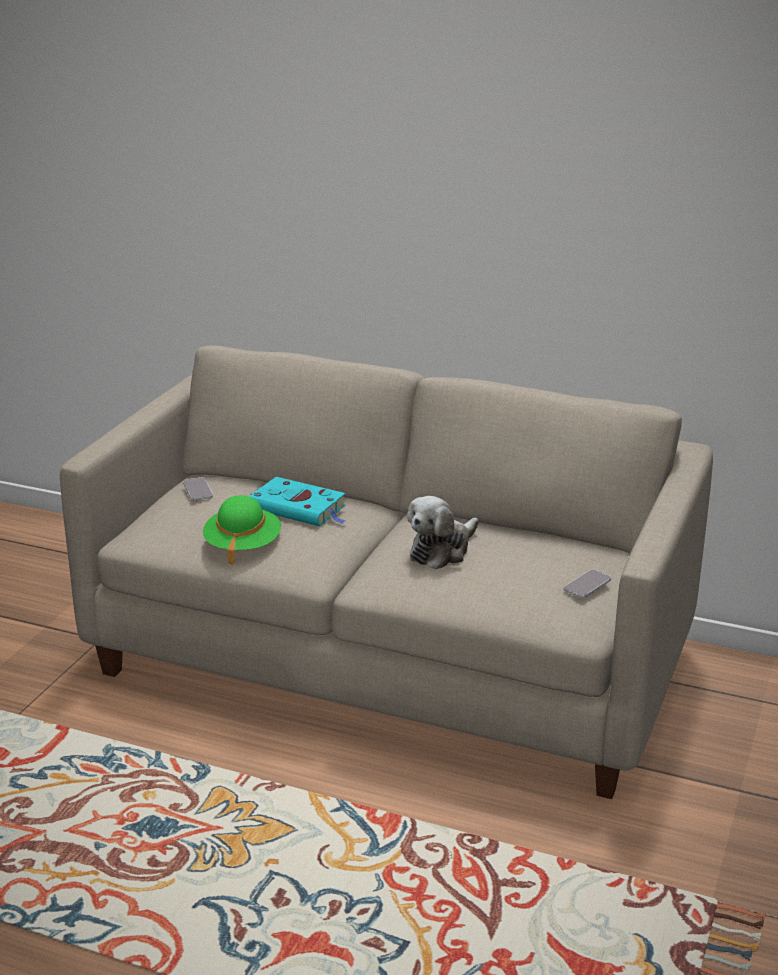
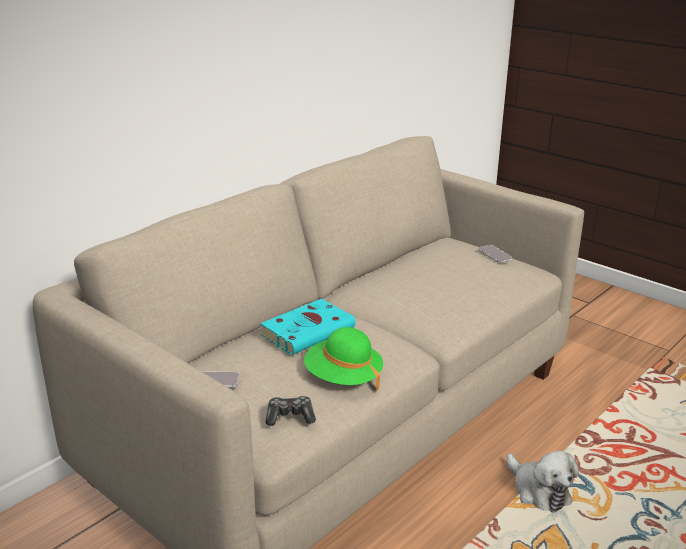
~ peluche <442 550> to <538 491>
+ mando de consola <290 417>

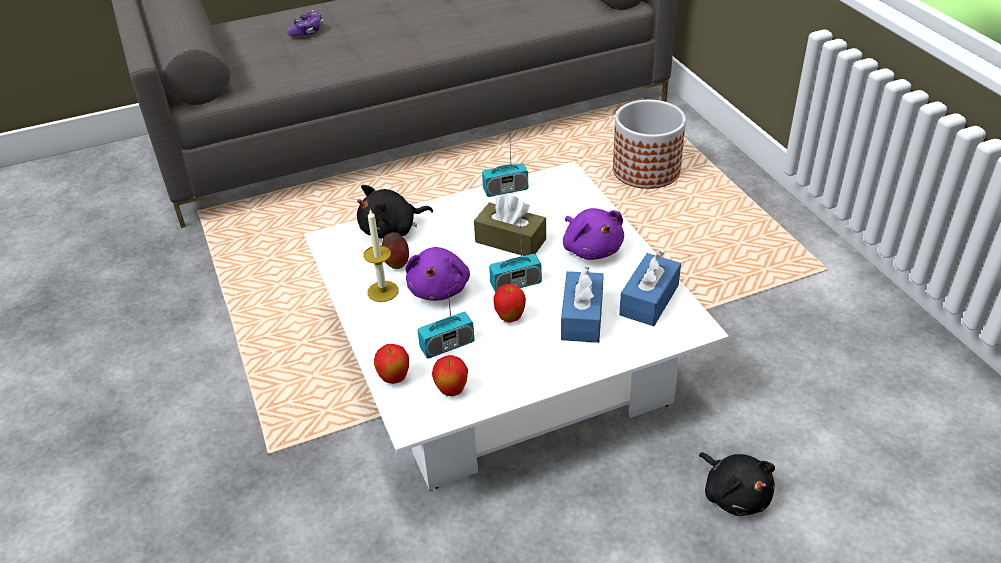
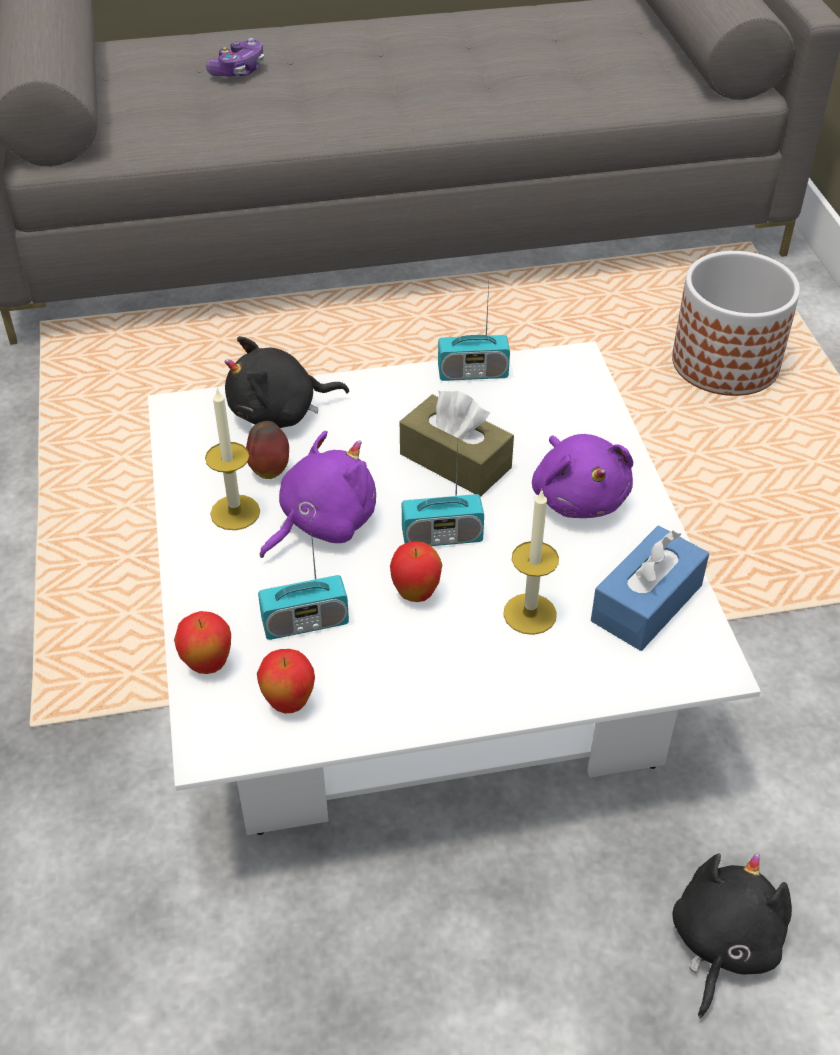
~ peluche [morado] <439 288> = <322 523> 150 degrees counterclockwise
~ caja de pañuelos [azul] <582 317> to vela <530 614>
~ peluche [negro] <734 494> = <722 944> 135 degrees counterclockwise

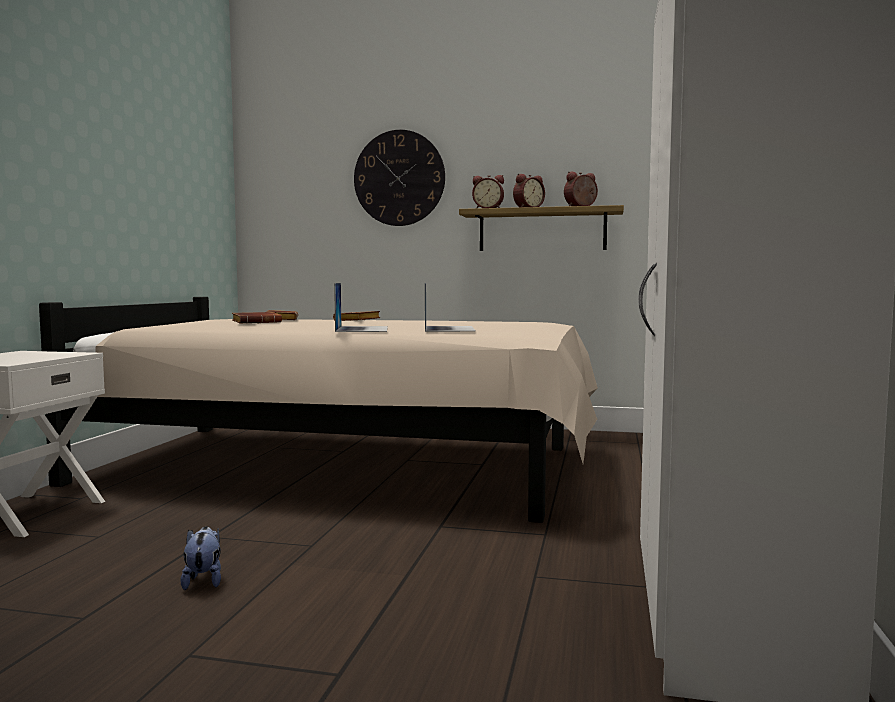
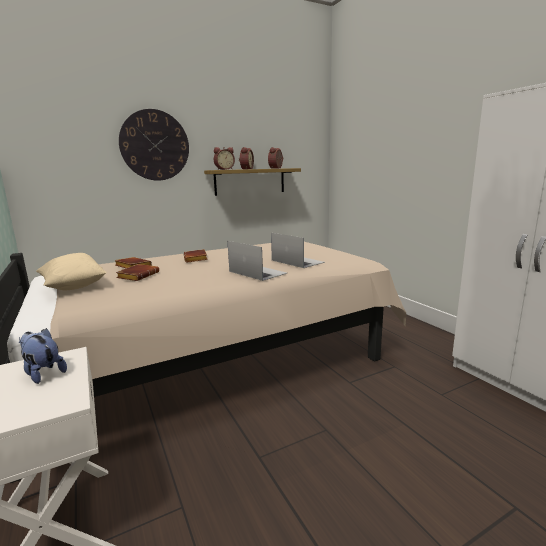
~ peluche <203 580> to <43 373>
+ cojín [beis] <74 286>

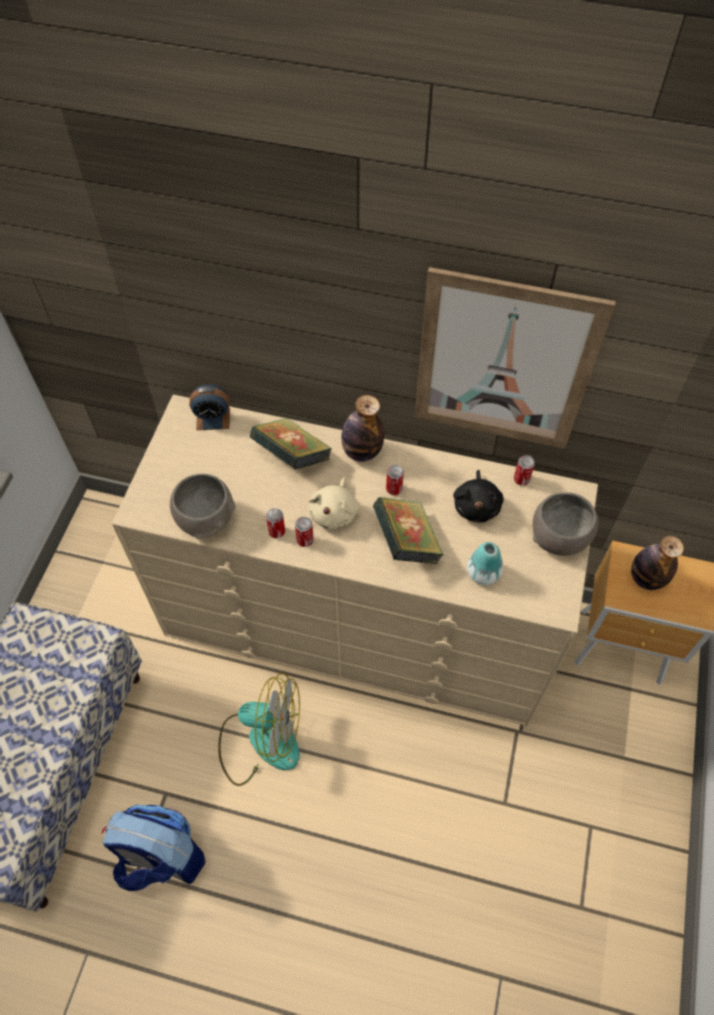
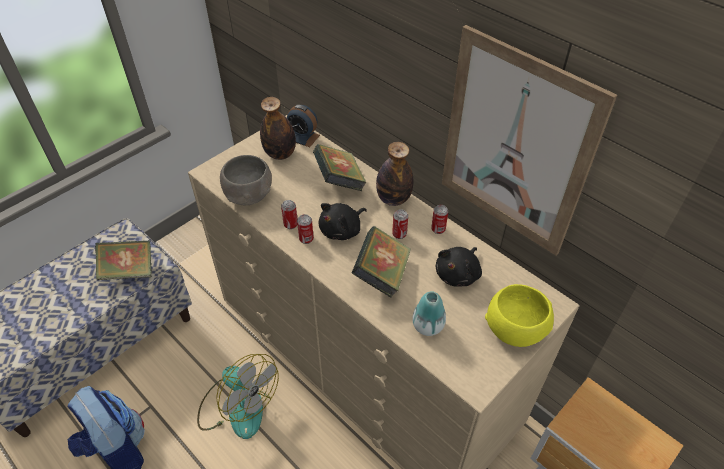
~ lata <521 479> to <438 229>
~ peluche [beis] <335 512> to peluche [negro] <342 230>
~ cuenco [gris] <559 536> to cuenco [amarillo] <515 329>
~ botella <646 578> to <280 154>
+ libro <129 271>

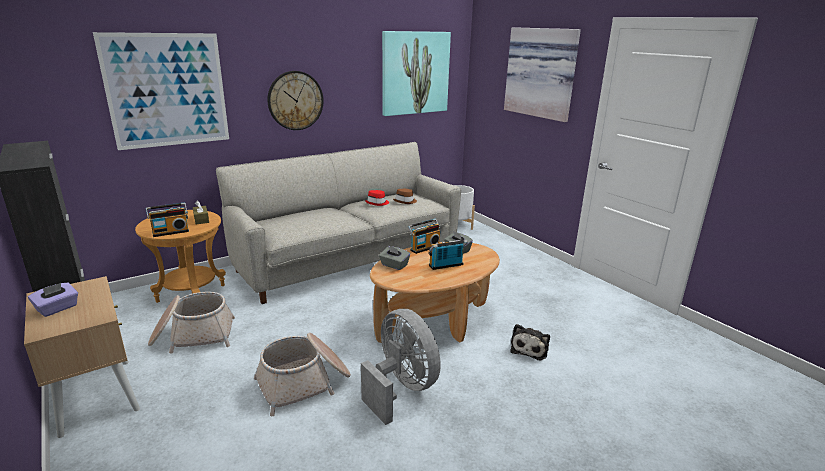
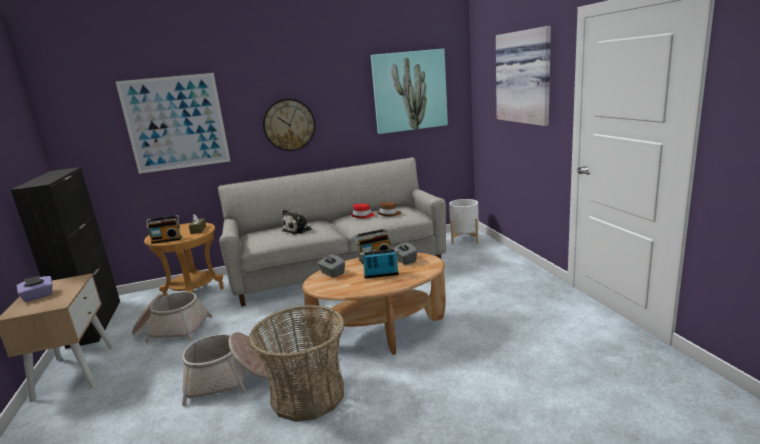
~ ventilador [gris] <401 388> to cesta <308 395>
~ peluche <530 349> to <298 230>

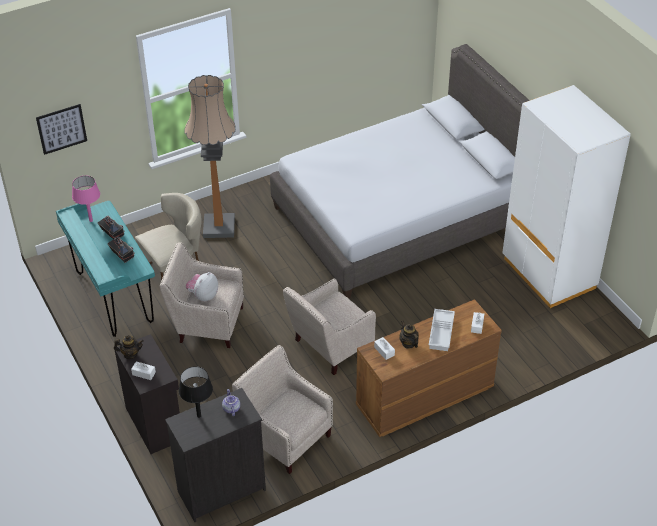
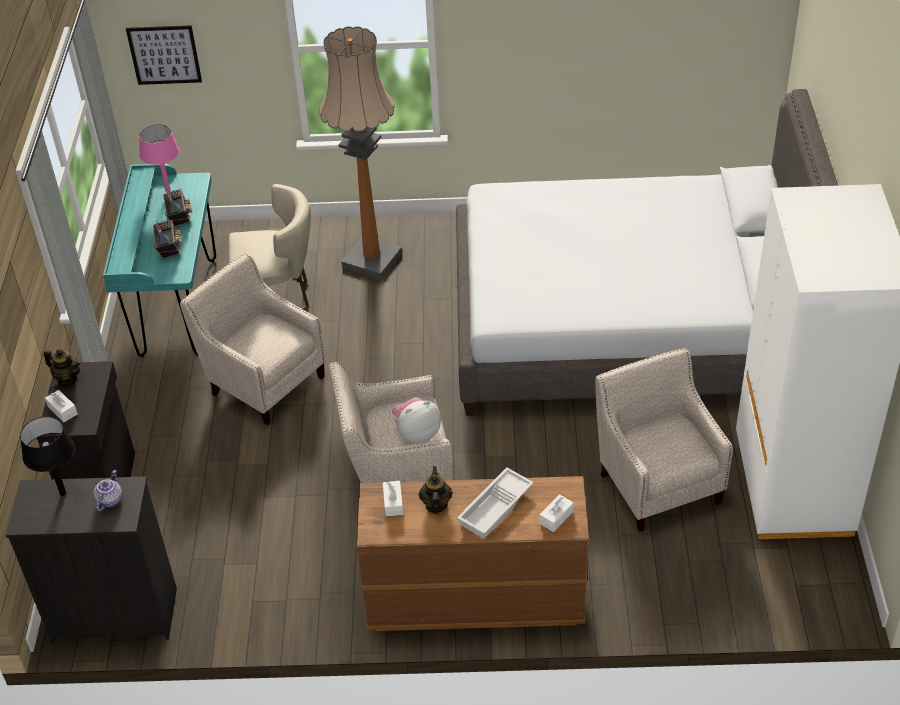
~ peluche <203 296> to <417 434>
~ sillón [beis] <285 436> to <658 481>

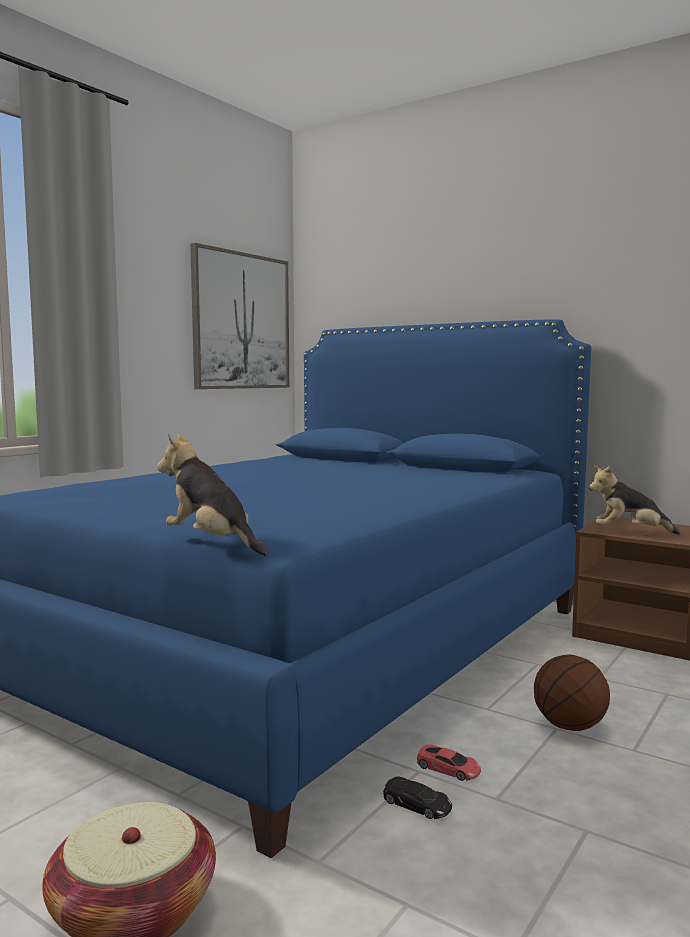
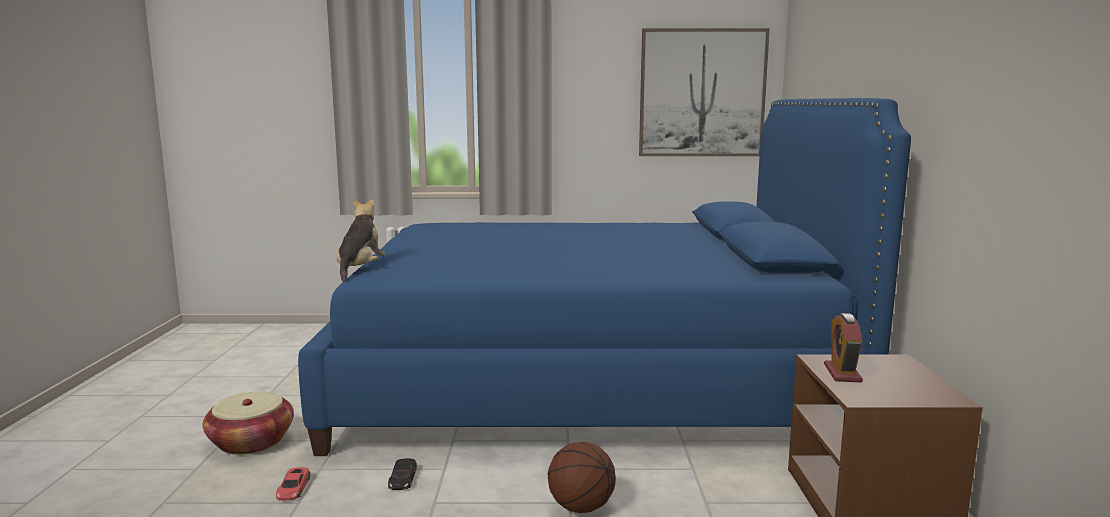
~ peluche <629 533> to despertador <842 373>
~ coche de juguete [rojo] <448 768> to <293 488>

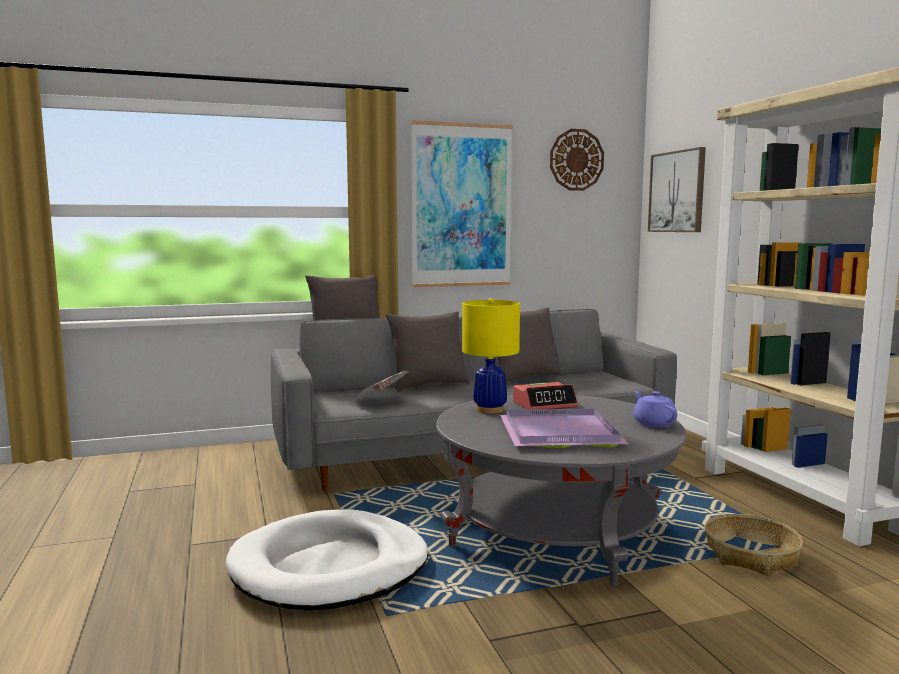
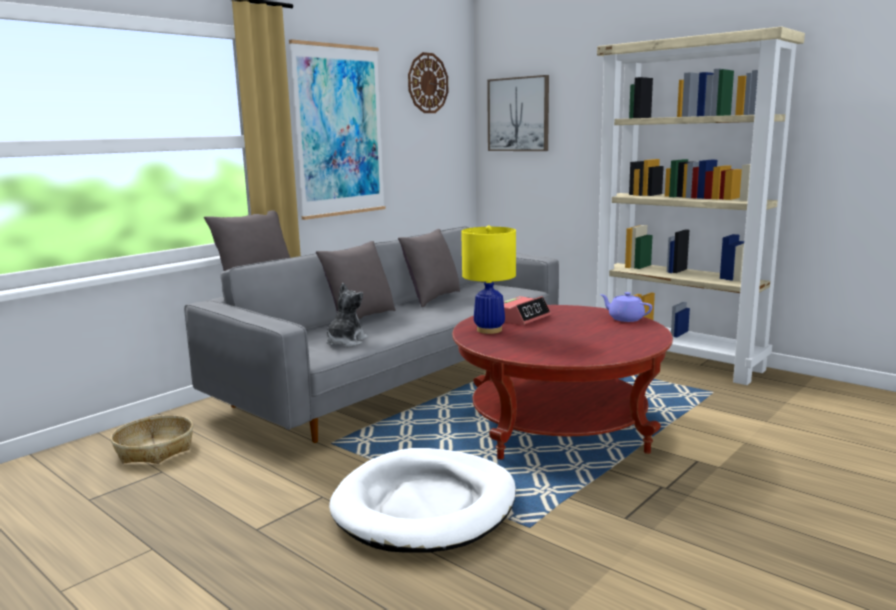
~ periódico <378 402> to peluche <345 342>
~ mesa de centro [gris] <555 531> to mesa de centro [rojo] <558 425>
- bandeja [morado] <562 434>
~ cesta <750 555> to <154 449>

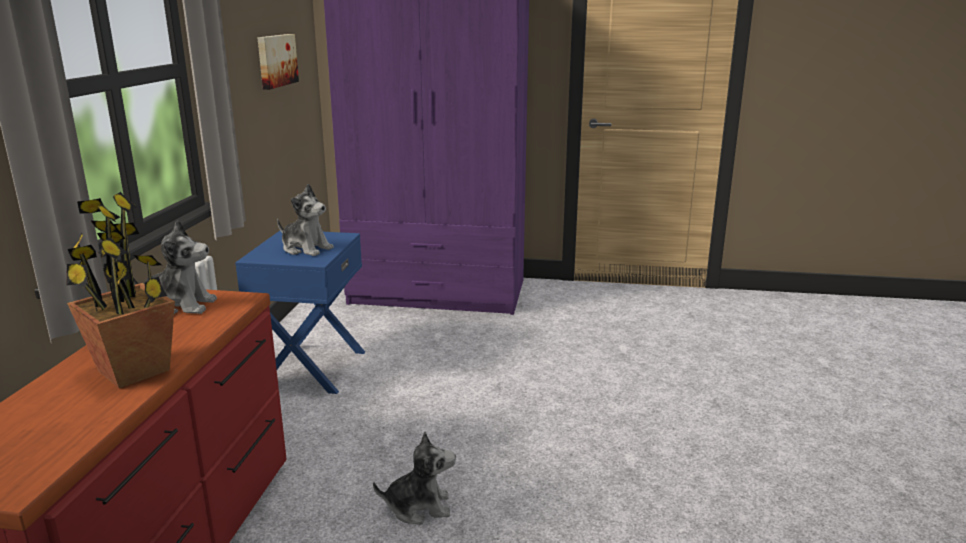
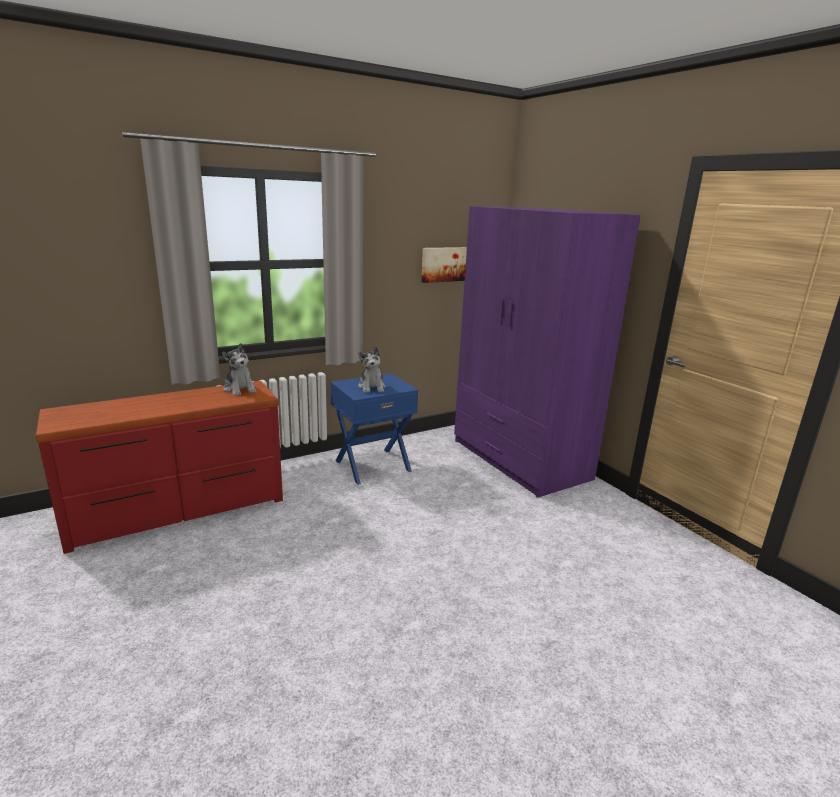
- planta en maceta <134 371>
- peluche <419 507>

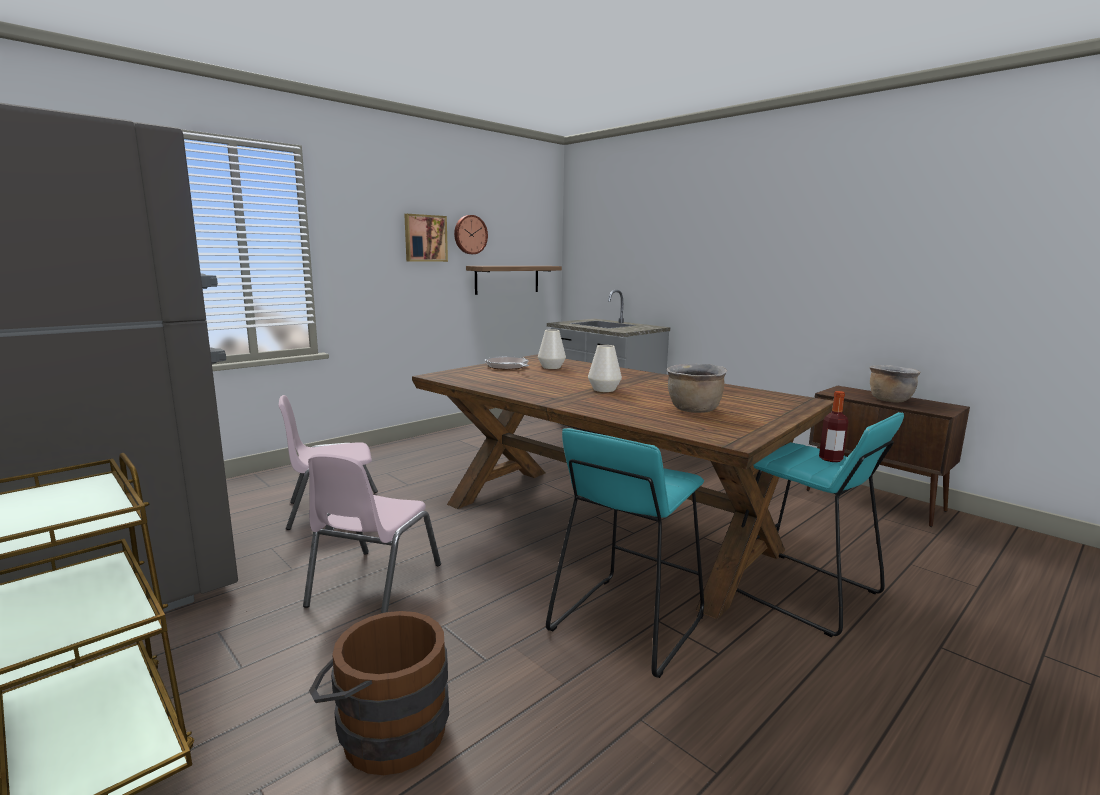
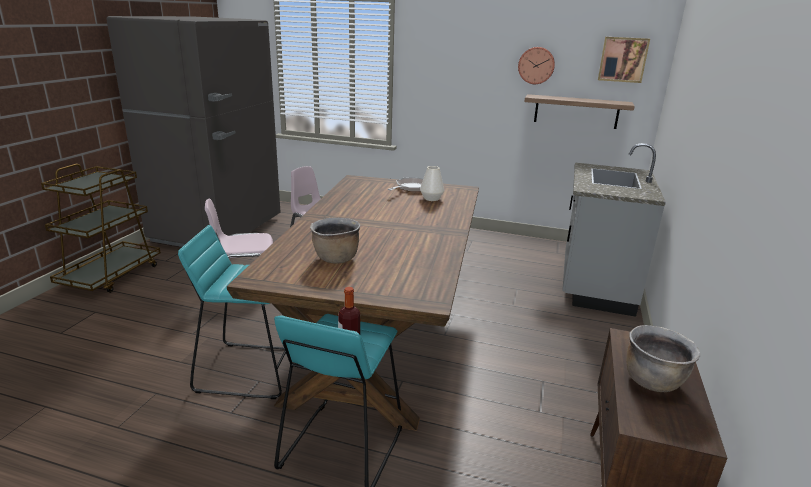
~ cuadro <425 238> to <623 59>
- florero [blanco] <604 389>
- cubo [marrón] <384 731>

